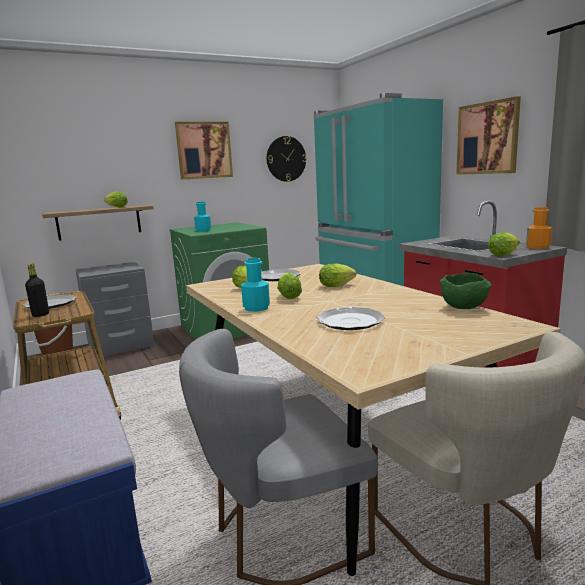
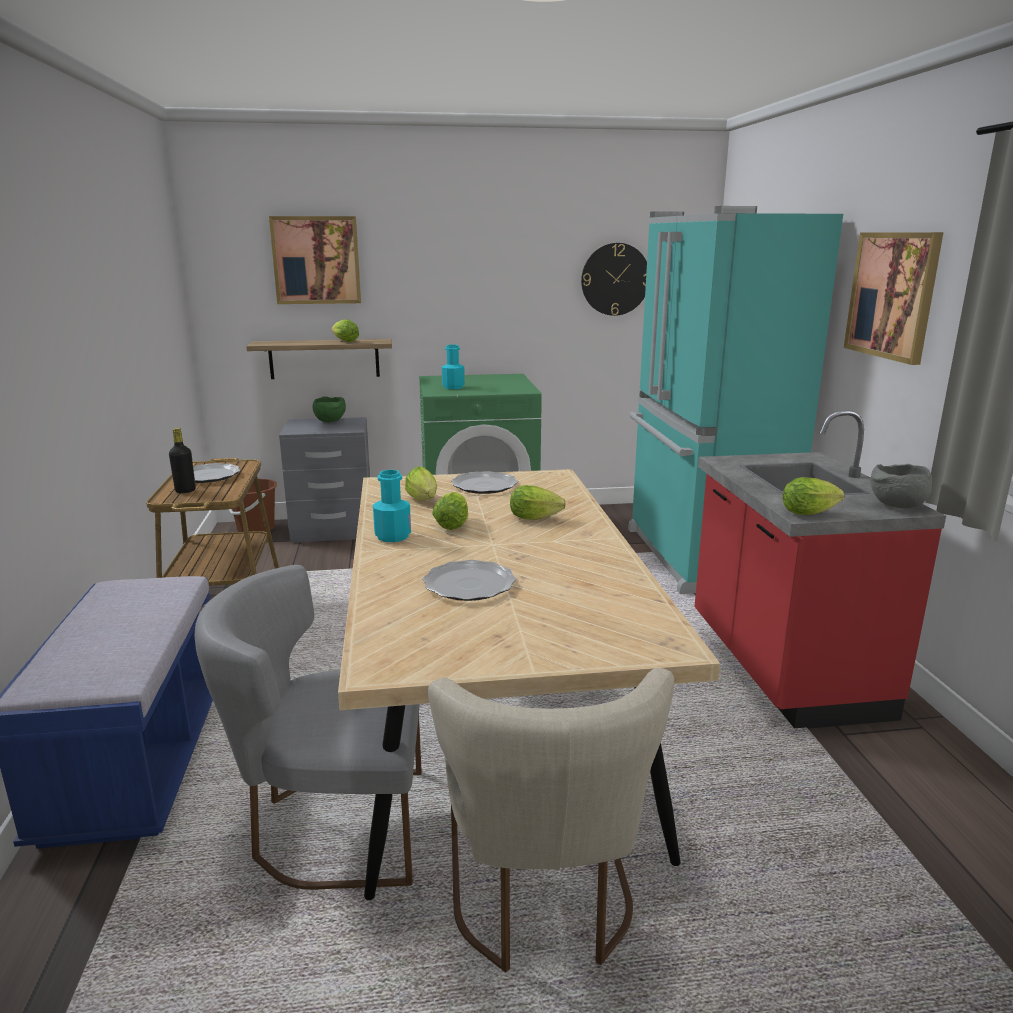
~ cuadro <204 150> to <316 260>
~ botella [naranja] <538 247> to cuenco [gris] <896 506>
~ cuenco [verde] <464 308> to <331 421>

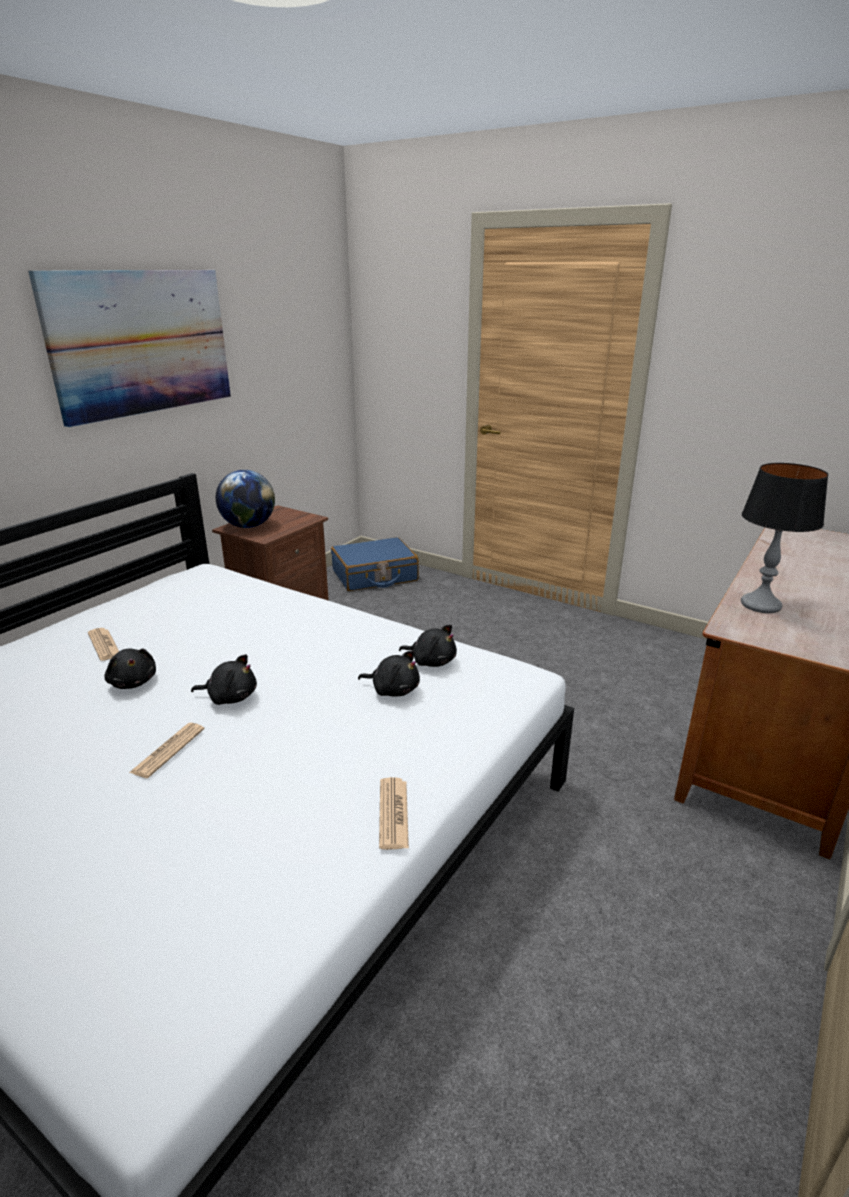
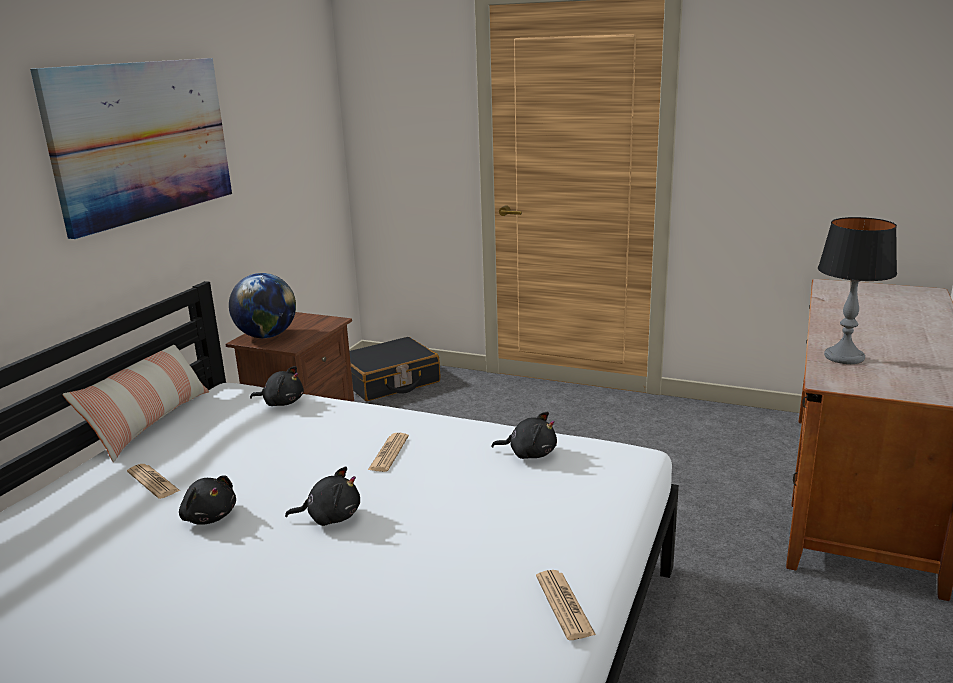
~ maleta [azul] <374 576> to maleta [negro] <390 382>
~ peluche [negro] <393 690> to <282 402>
~ periódico <168 750> to <388 453>
+ cojín <150 423>

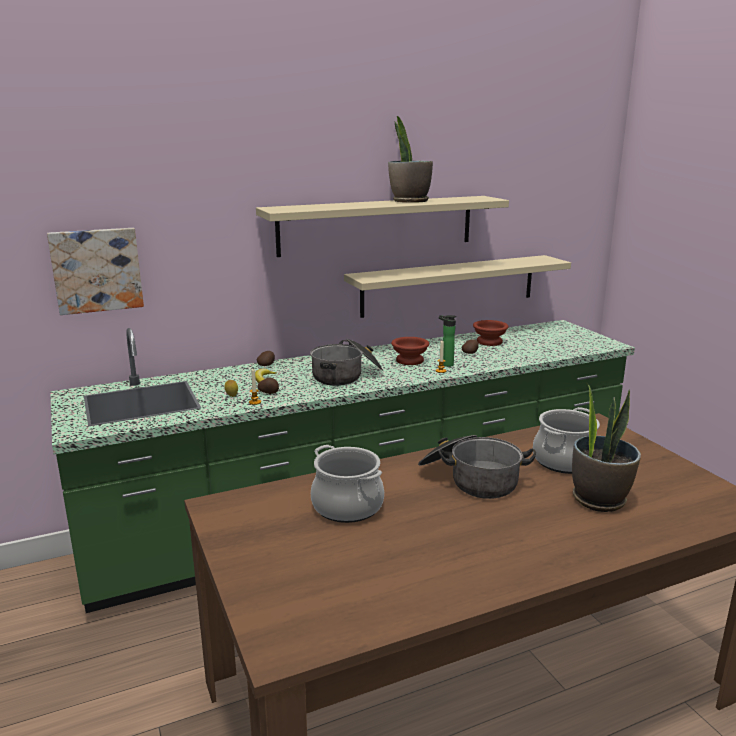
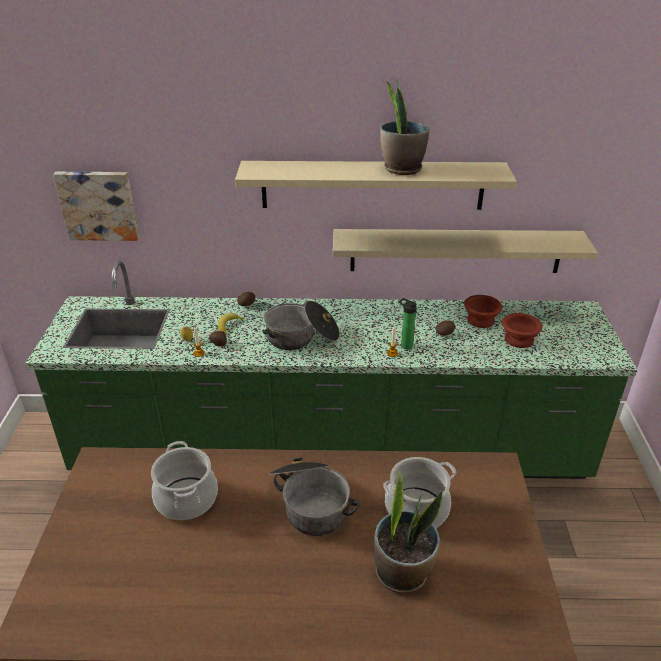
~ cuenco [marrón] <409 360> to <519 339>

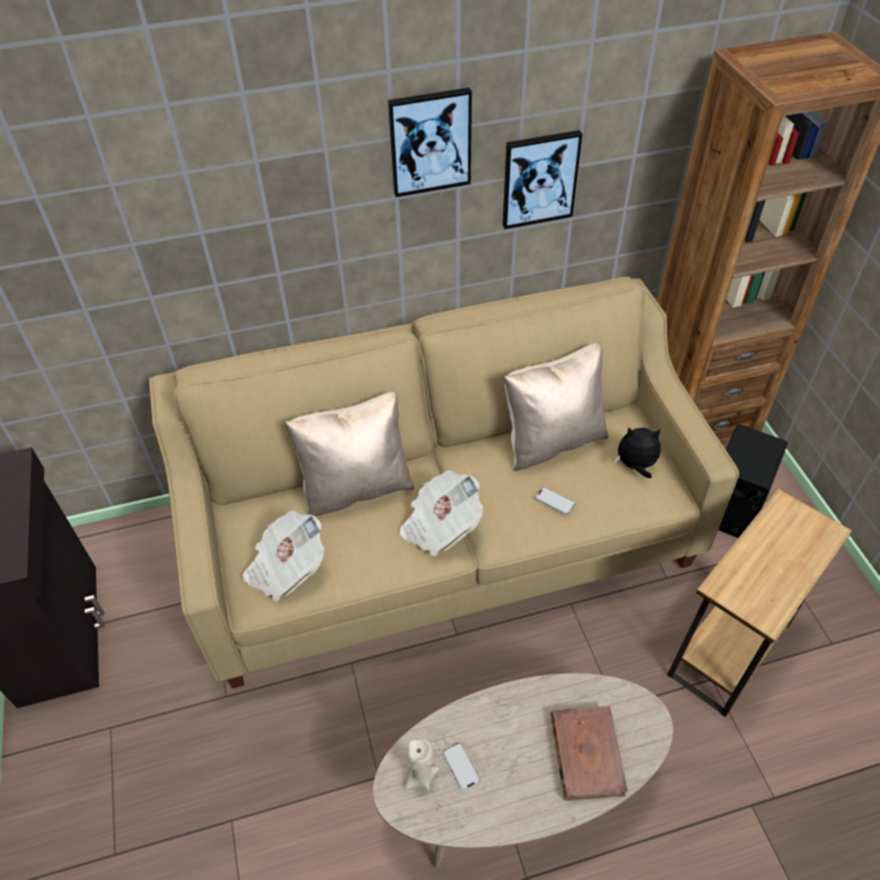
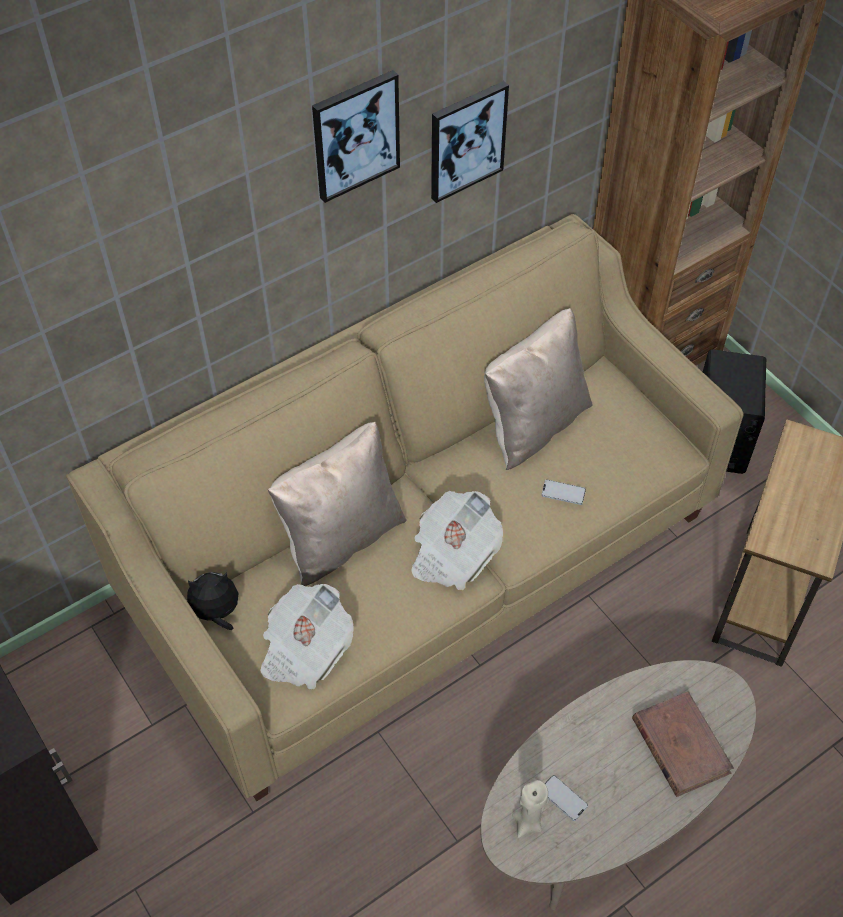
~ peluche <635 466> to <216 613>

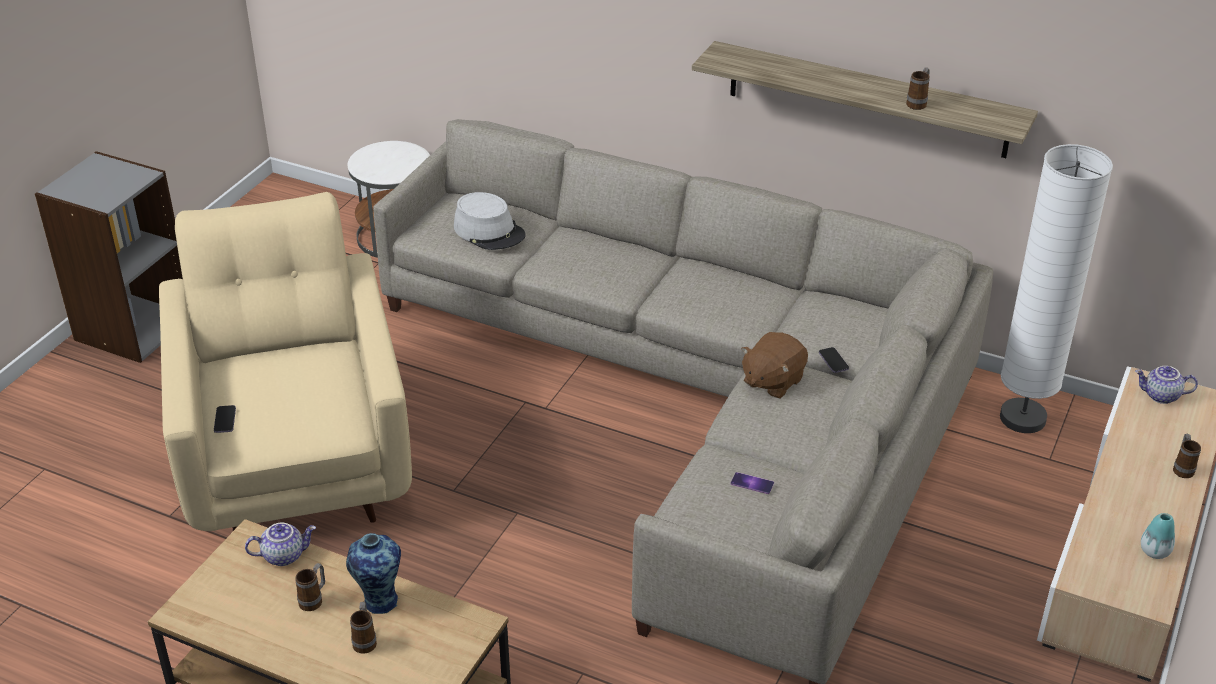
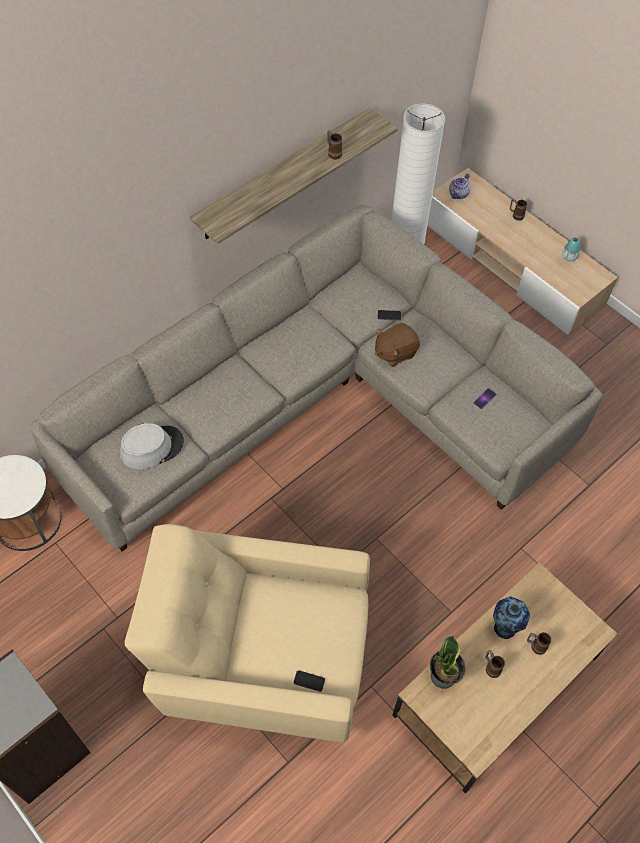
~ peluche [marrón] <772 381> = <395 352> 90 degrees clockwise
~ tetera <284 555> to planta en maceta <443 676>

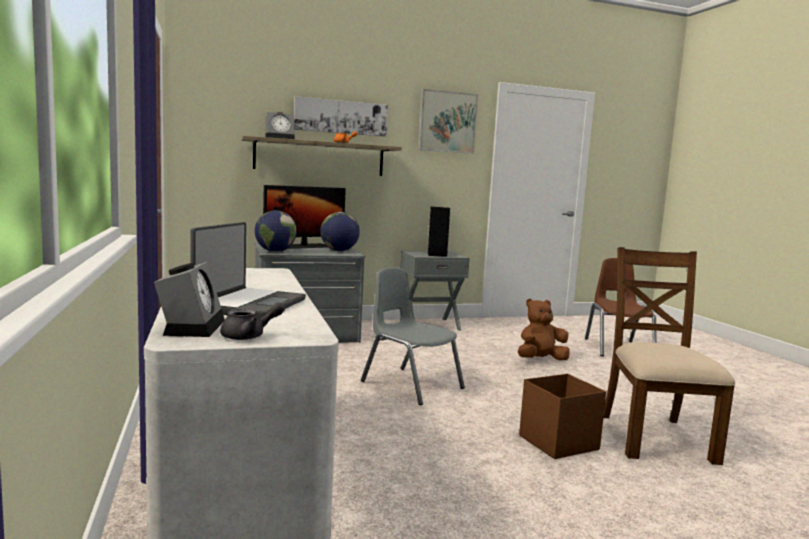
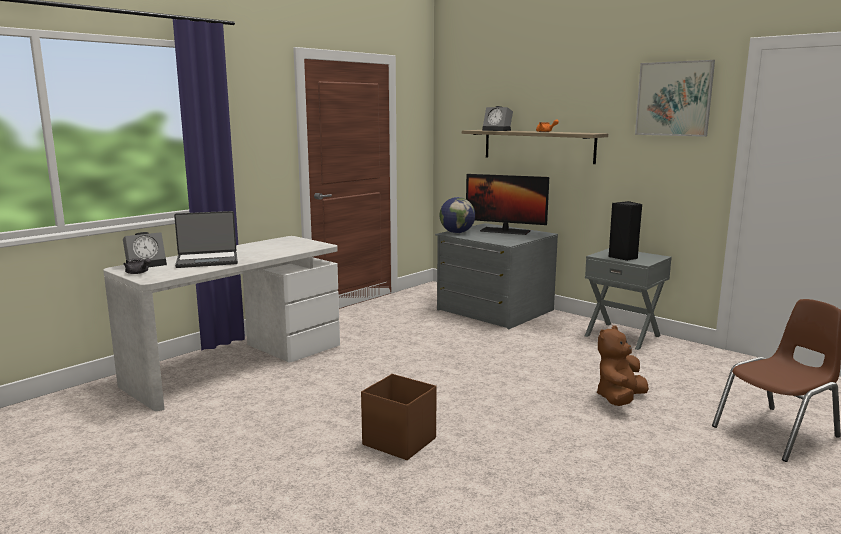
- cuadro <341 117>
- globo terráqueo <339 250>
- silla [marrón] <654 437>
- silla [gris] <411 385>
~ peluche [marrón] <540 360> = <619 399> 90 degrees counterclockwise

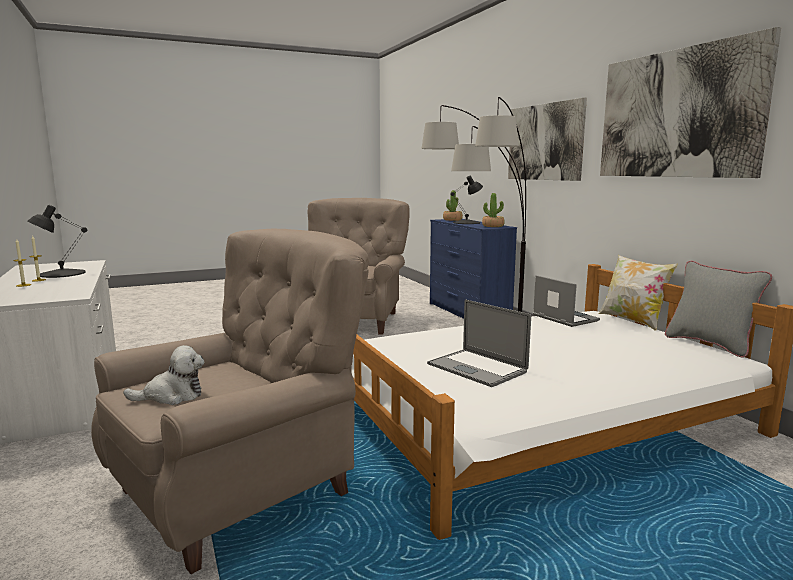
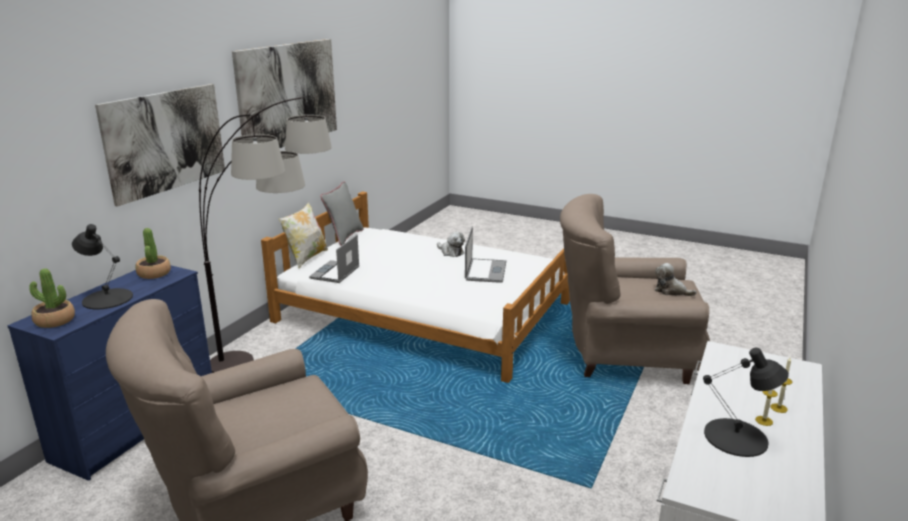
+ peluche <451 252>

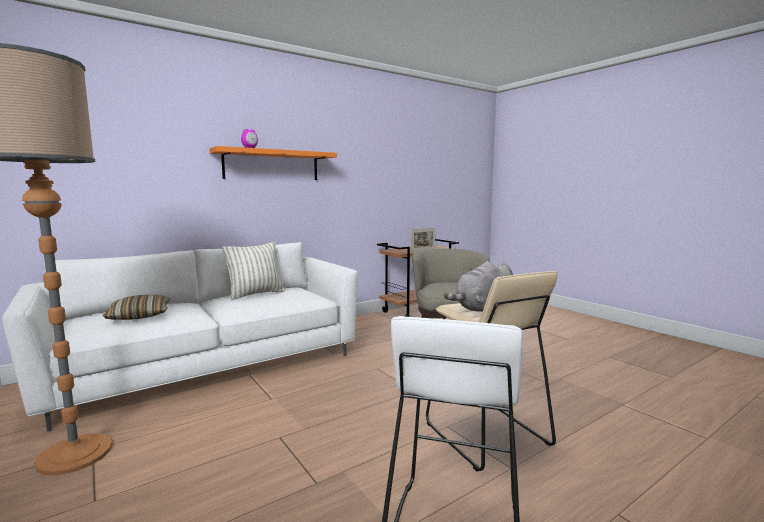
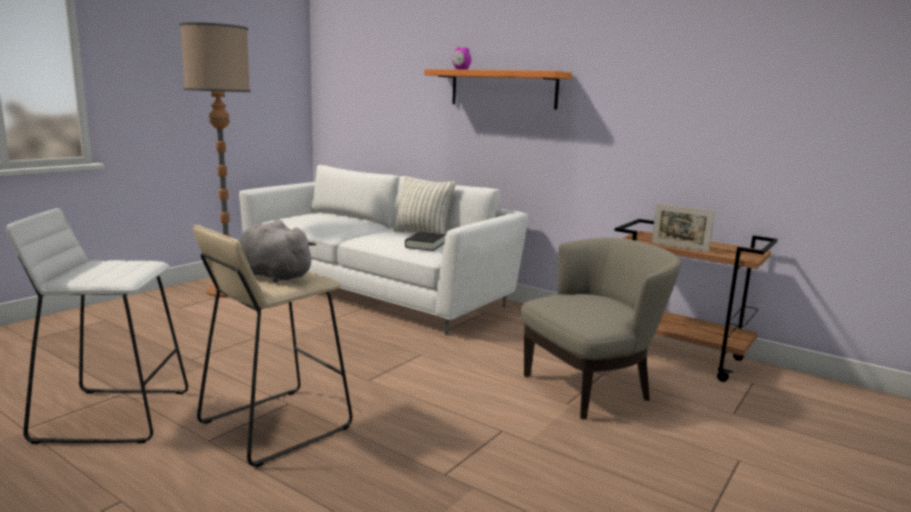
- cojín <139 316>
+ libro [negro] <425 245>

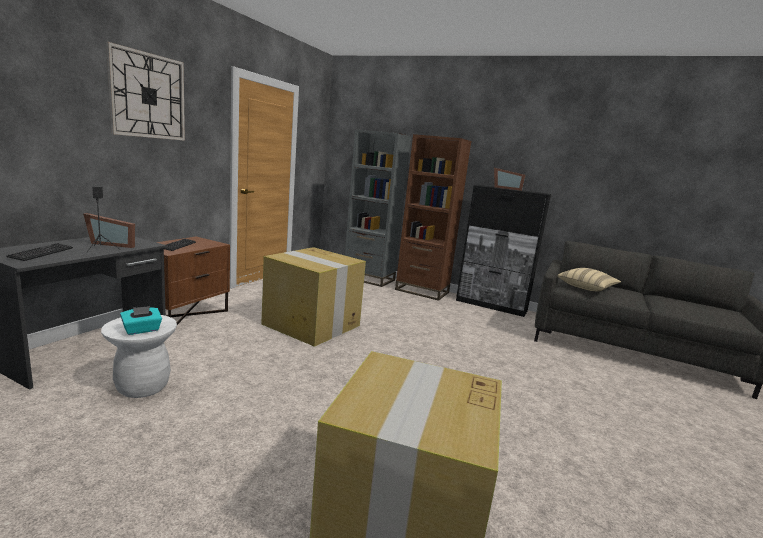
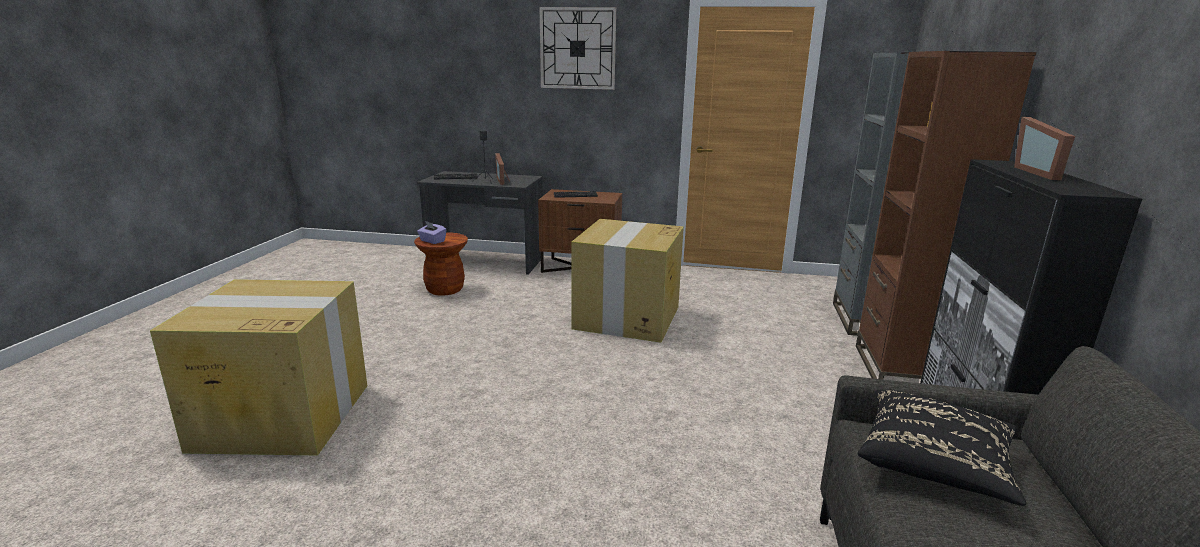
~ cojín [beis] <587 287> to cojín [negro] <933 464>
~ caja de pañuelos [turquesa] <142 330> to caja de pañuelos [morado] <432 241>
~ taburete [blanco] <143 387> to taburete [marrón] <445 289>

